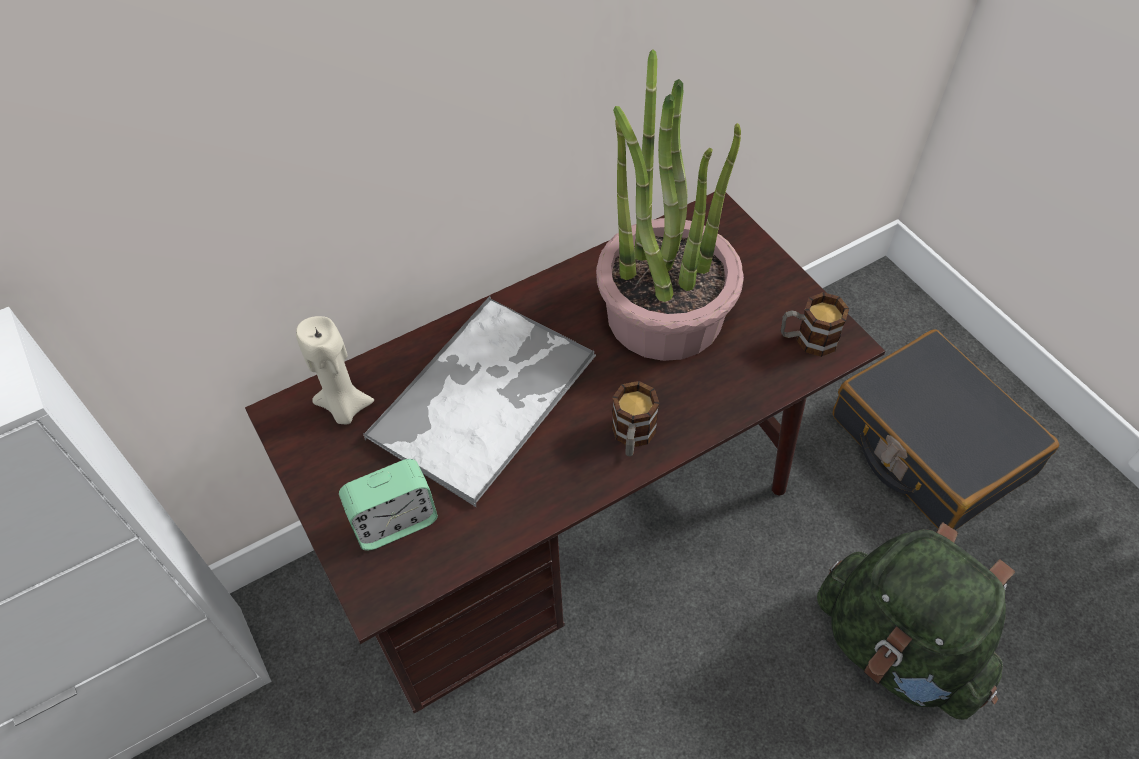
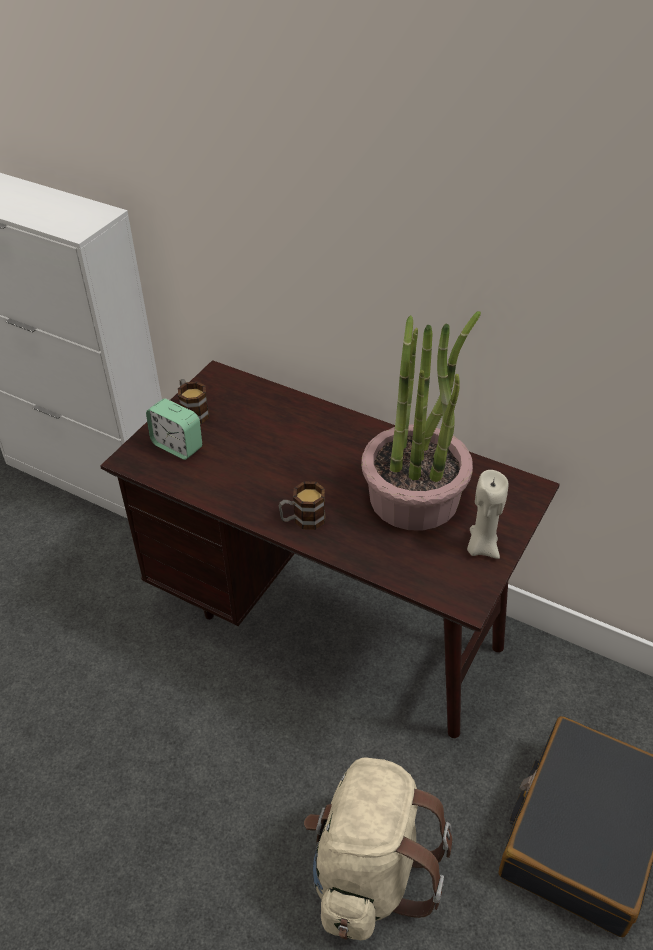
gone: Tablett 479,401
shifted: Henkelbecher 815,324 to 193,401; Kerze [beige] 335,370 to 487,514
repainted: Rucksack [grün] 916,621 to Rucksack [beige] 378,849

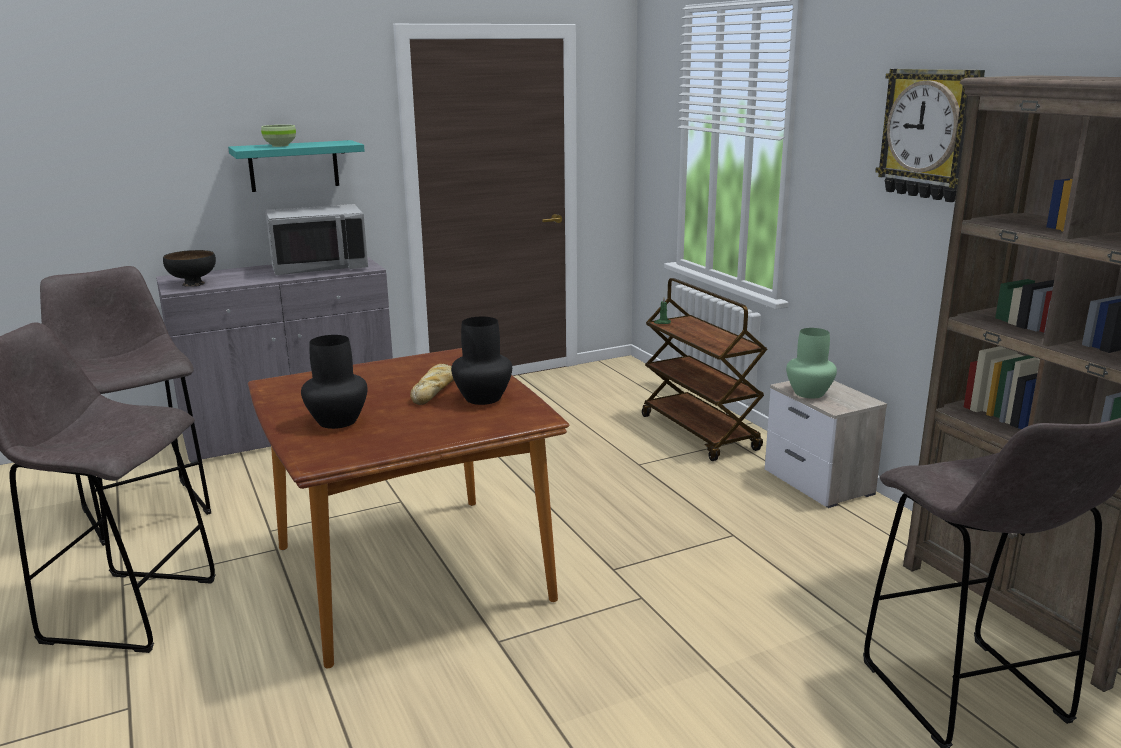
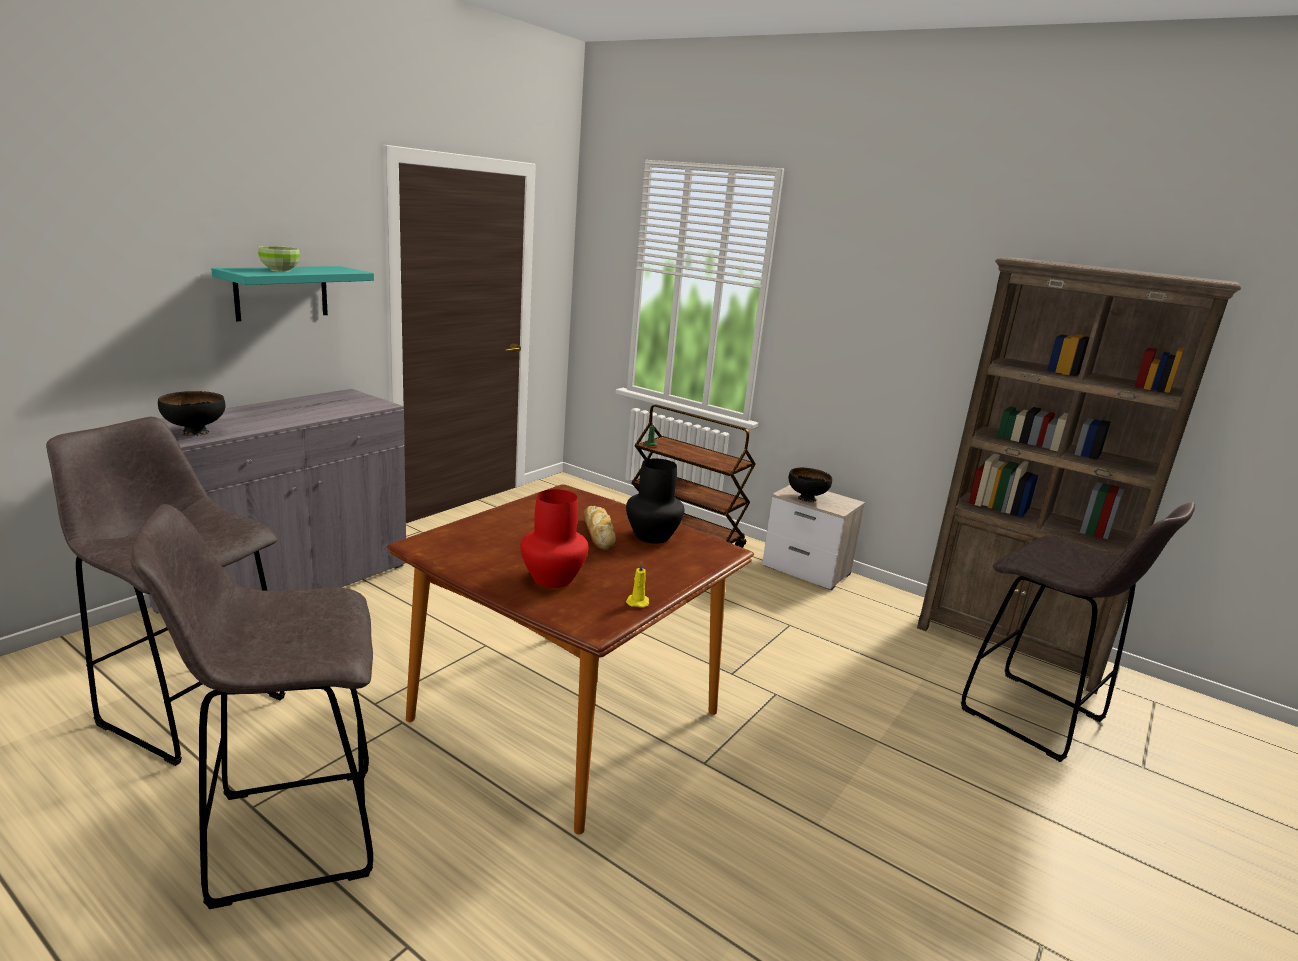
gone: Mikrowelle [grau] 316,239; Wanduhr 930,135
new: Kerze [gelb] 637,585
swapped: Vase [grün] 811,363 to Schüssel [schwarz] 810,485
repainted: Vase [schwarz] 334,382 to Vase [rot] 554,538

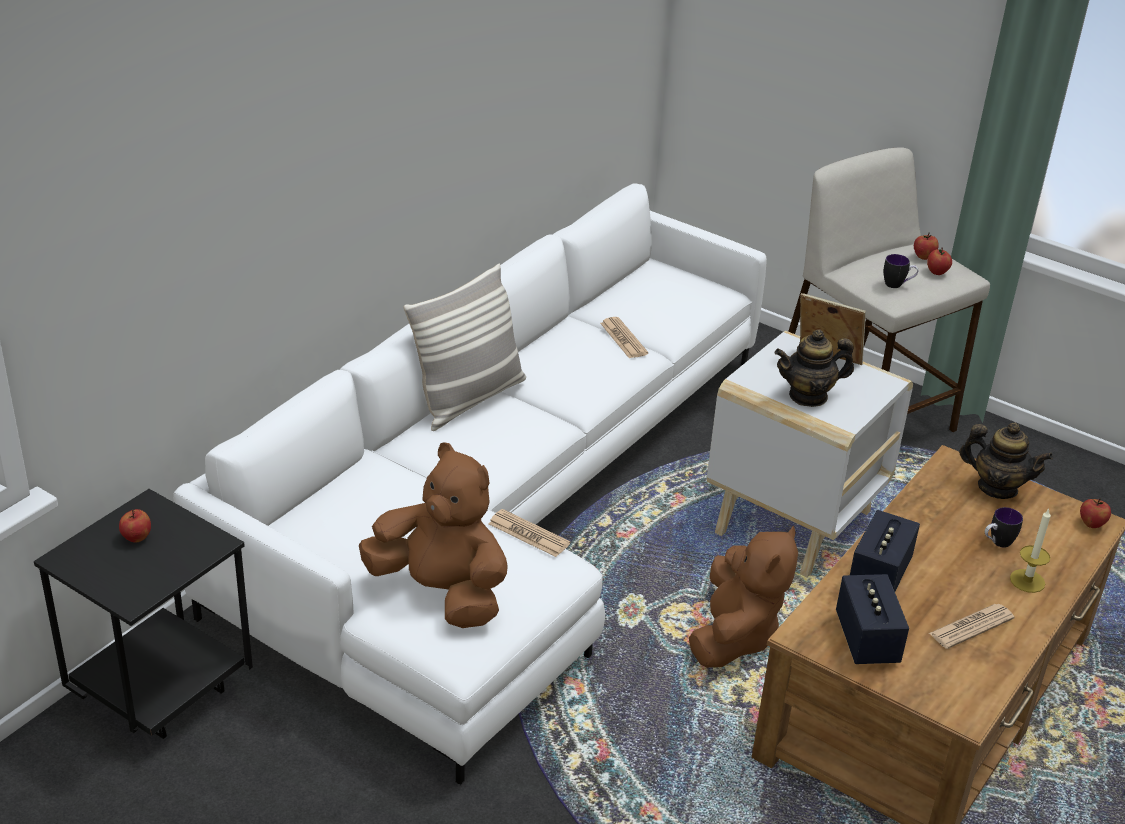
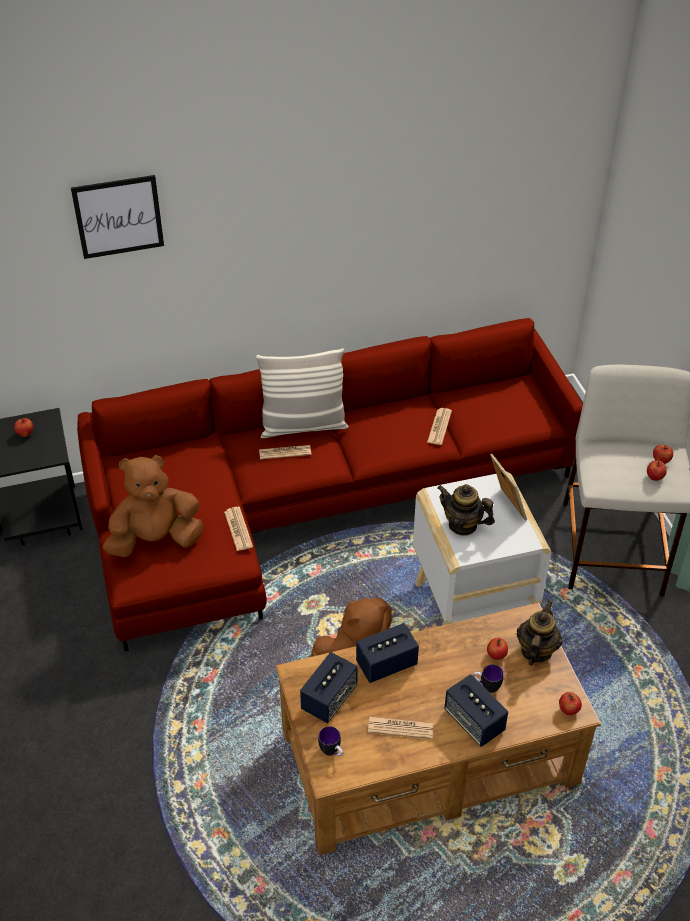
new: Bild 117,217; Zeitung 285,452; Apfel 497,649
shifted: Henkelbecher 901,271 to 330,741
swapped: Kerze 1030,551 to Lautsprecher 476,710
repainted: Sofa [weiß] 470,484 to Sofa [rot] 330,484
rotated: Plüschtier [braun] 433,535 = 153,506 90 degrees counterclockwise; Teekanne 1006,460 = 539,632 135 degrees counterclockwise

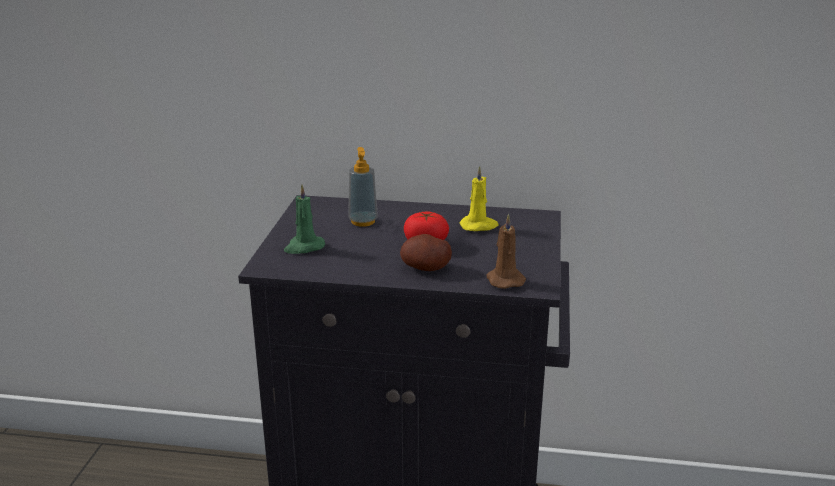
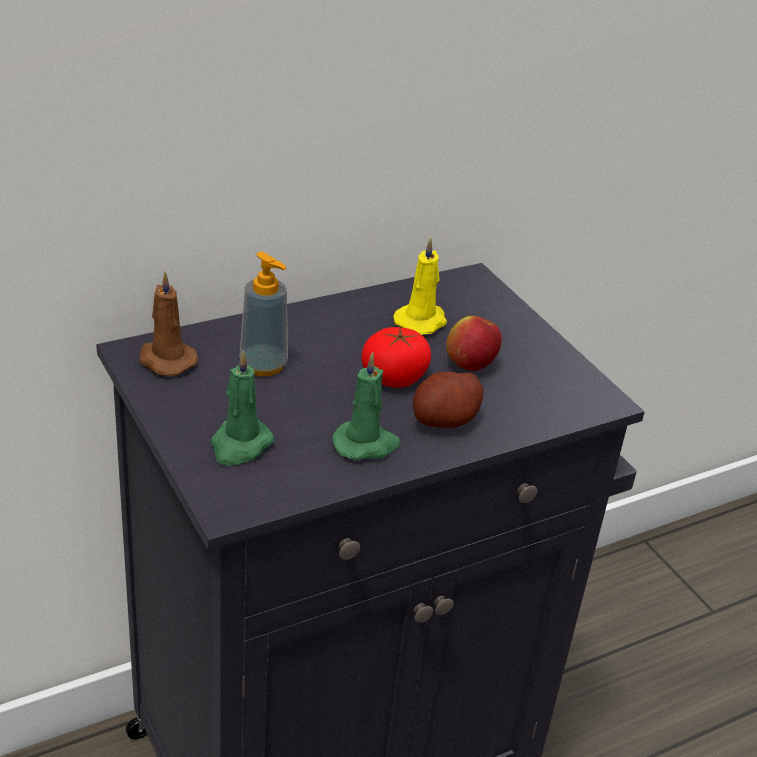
new: Kerze [grün] 366,406; Apfel 474,343
shifted: Kerze [braun] 506,251 to 168,323

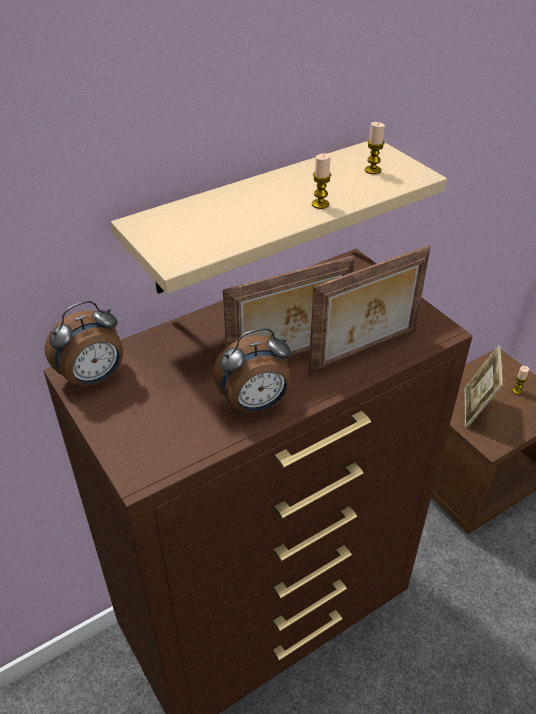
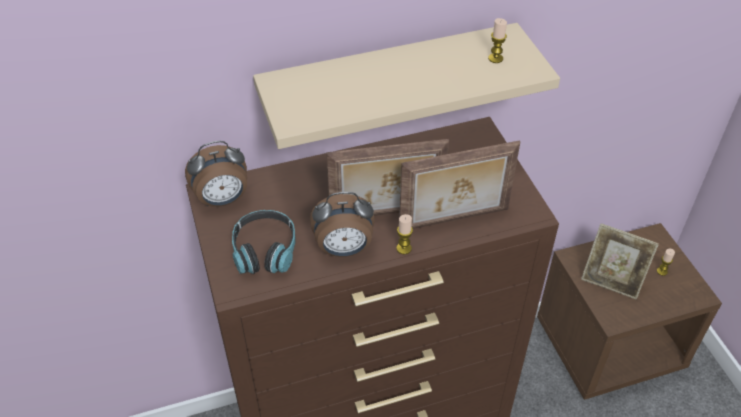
new: Kopfhörer 264,242
shifted: Kerze 321,181 to 404,234
rotated: Bilderrahmen 483,386 = 620,261 90 degrees counterclockwise

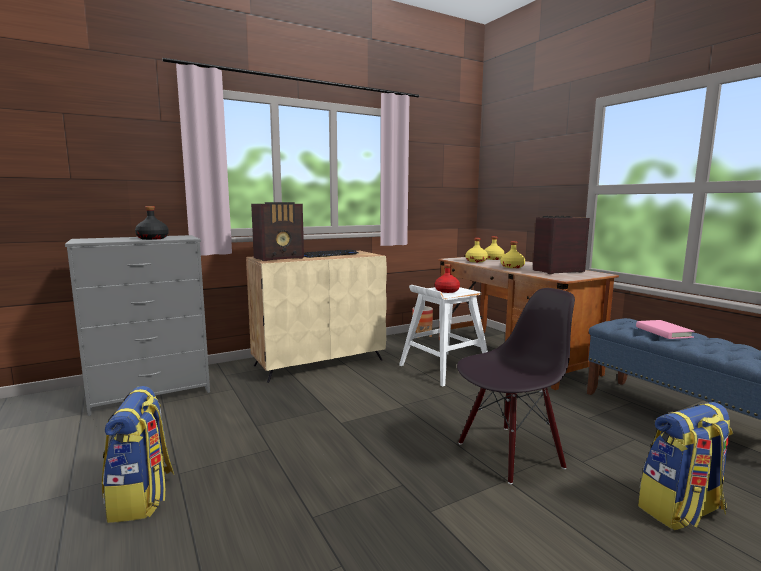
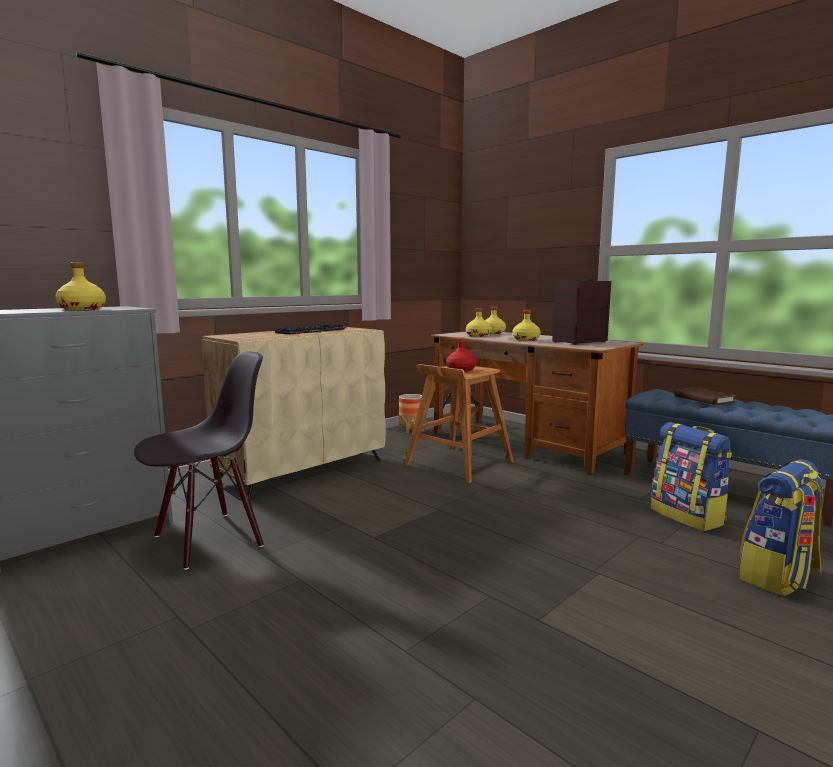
gone: Radio 277,231
shifted: Stuhl [schwarz] 516,386 to 199,460; Rucksack 138,454 to 691,476
repainted: Flasche [schwarz] 152,223 to Flasche [gelb] 80,286; Hocker [weiß] 443,335 to Hocker [braun] 459,423; Buch [rosa] 665,329 to Buch [braun] 705,396

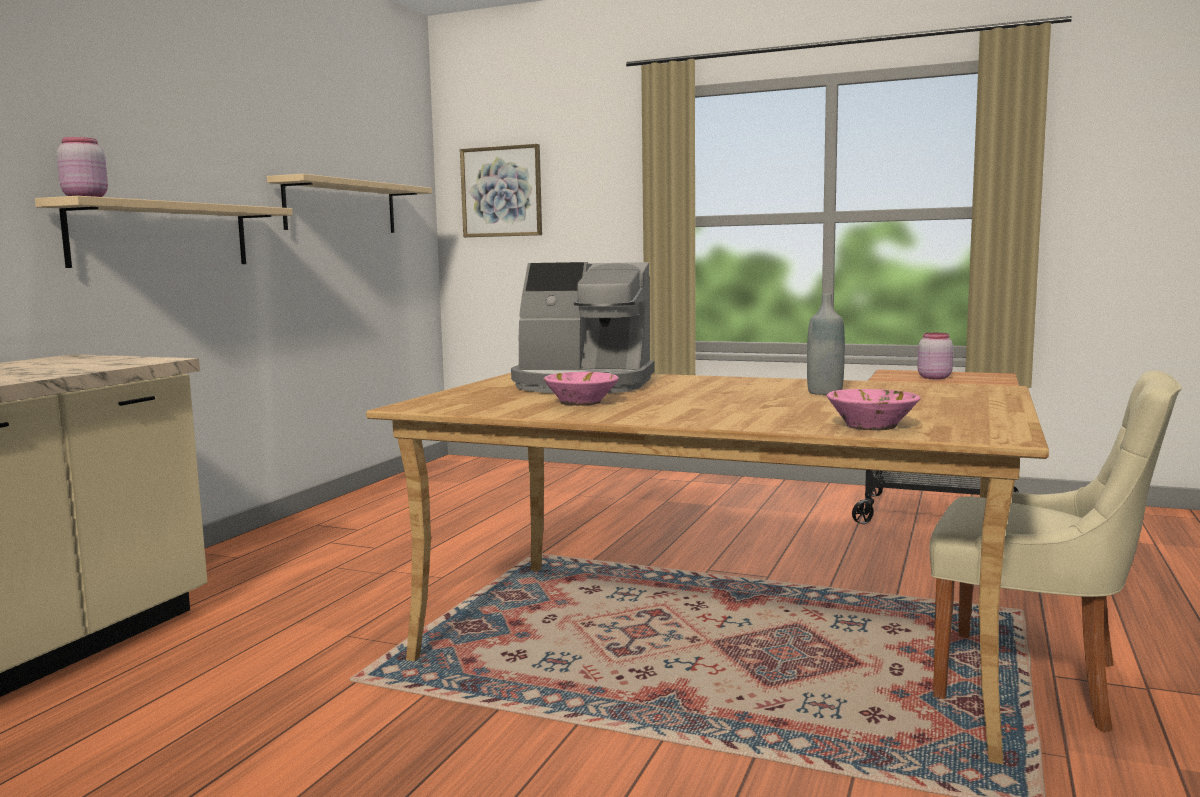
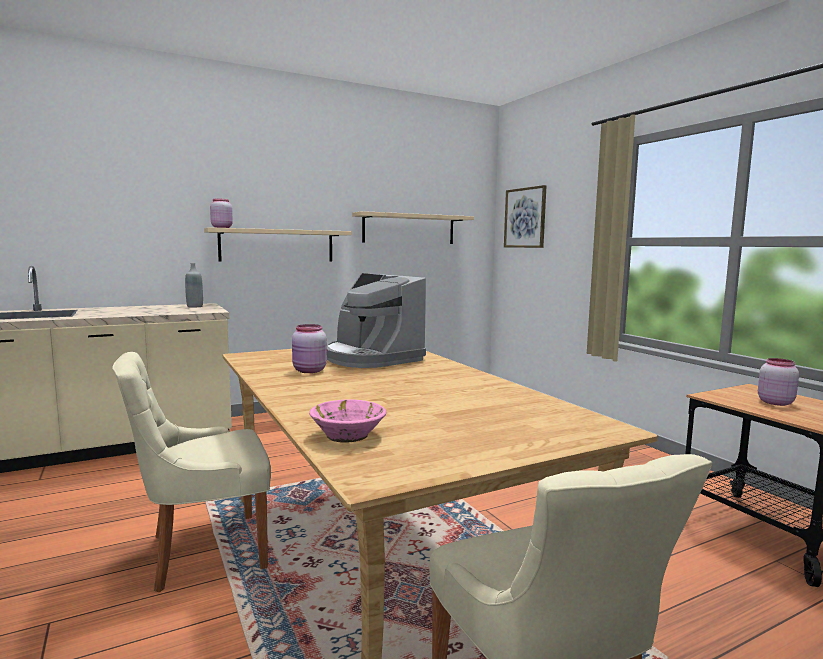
new: Stuhl [beige] 191,472
shifted: Flasche [grau] 826,344 to 194,285
swapped: Schüssel [rosa] 581,389 to Vorratsglas [rosa] 309,348

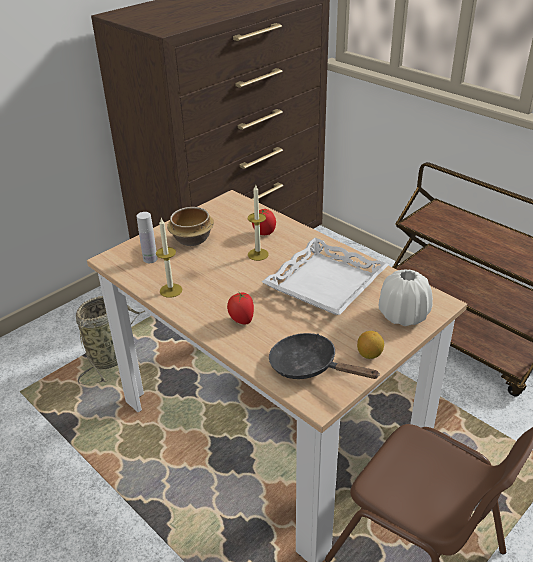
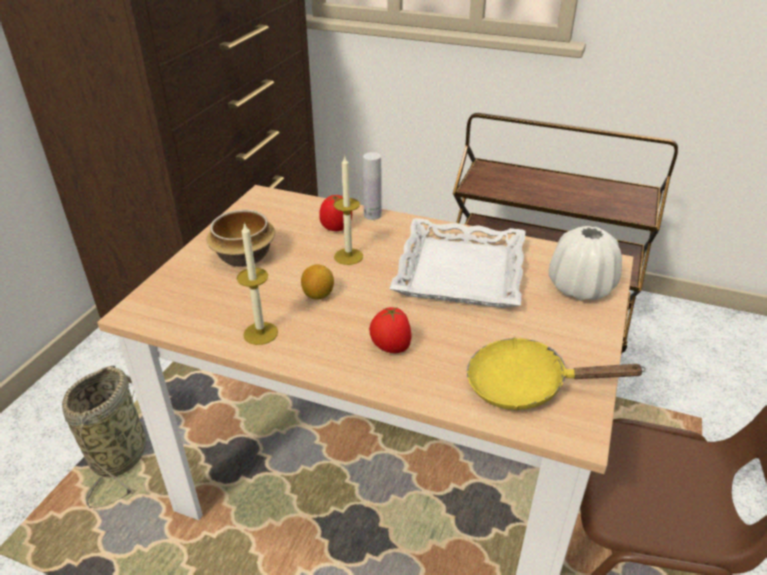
shifted: Zitrone 370,345 to 317,282; Flasche [weiß] 147,237 to 372,186
repainted: Pfanne [schwarz] 324,356 to Pfanne [gelb] 556,373

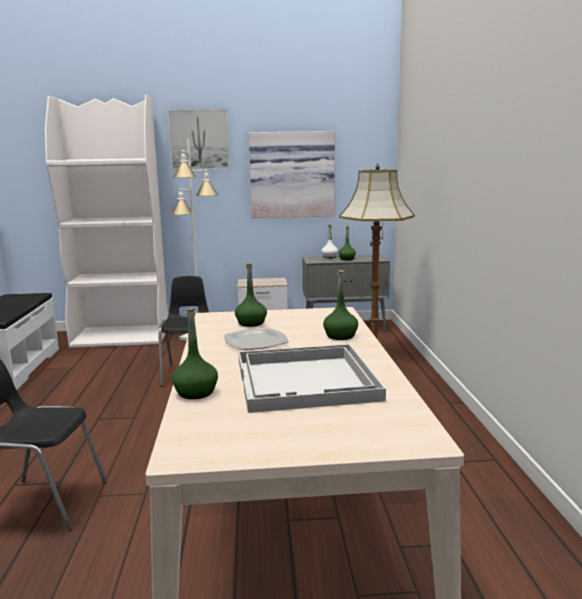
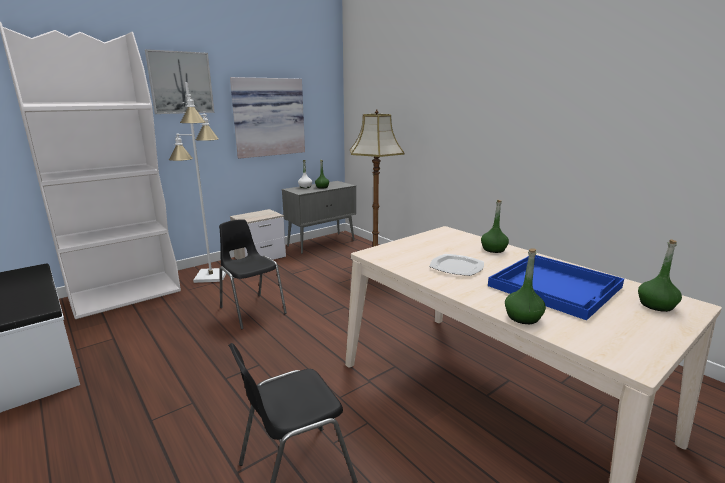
shifted: Flasche [grün] 251,294 to 660,275
repainted: Tablett [weiß] 312,378 to Tablett [blau] 556,287

